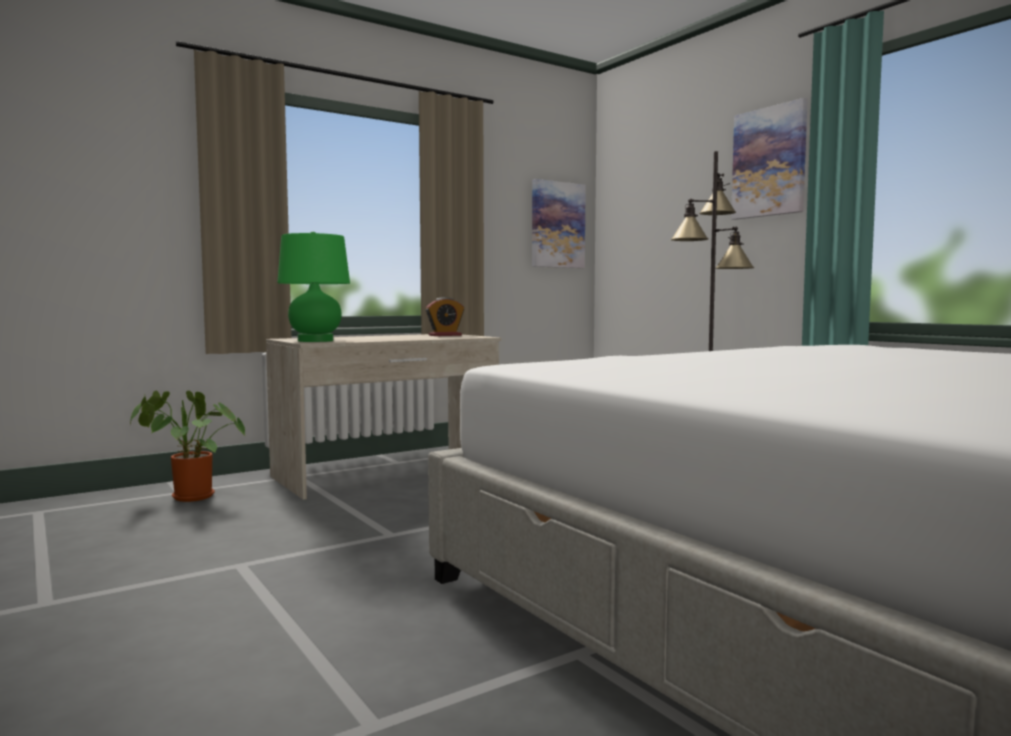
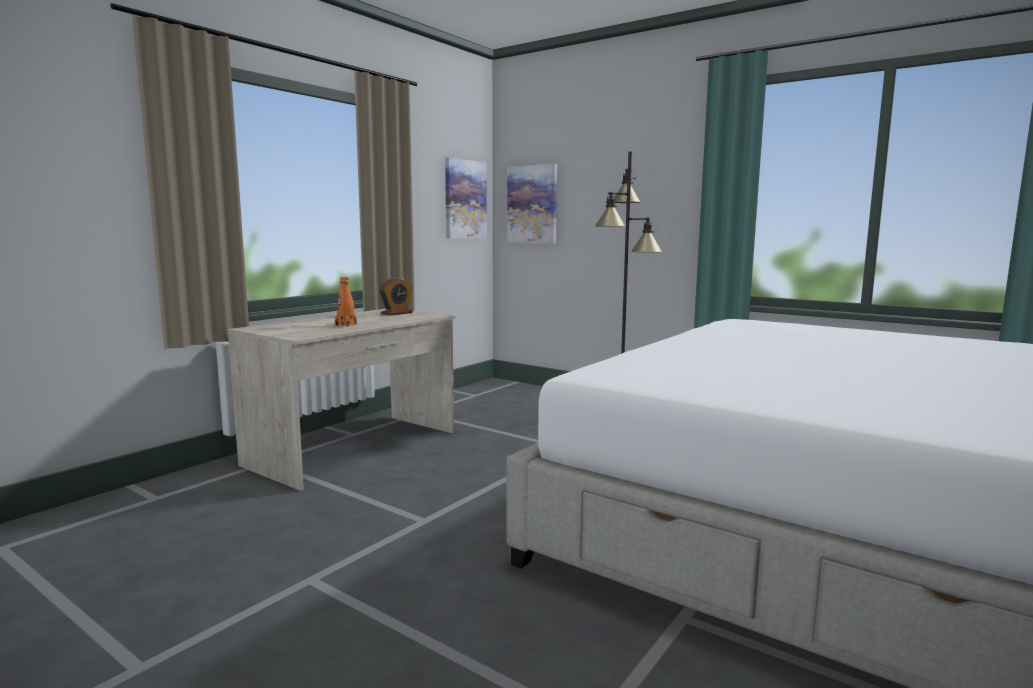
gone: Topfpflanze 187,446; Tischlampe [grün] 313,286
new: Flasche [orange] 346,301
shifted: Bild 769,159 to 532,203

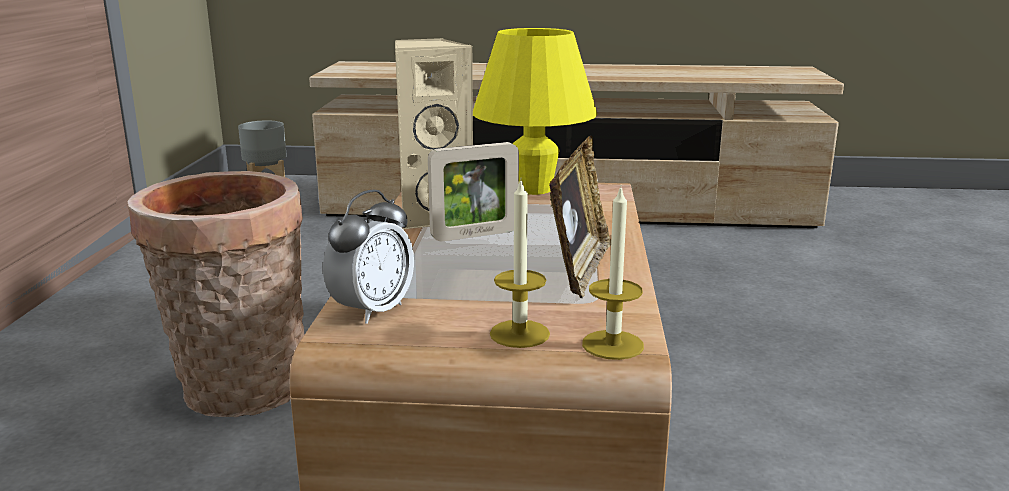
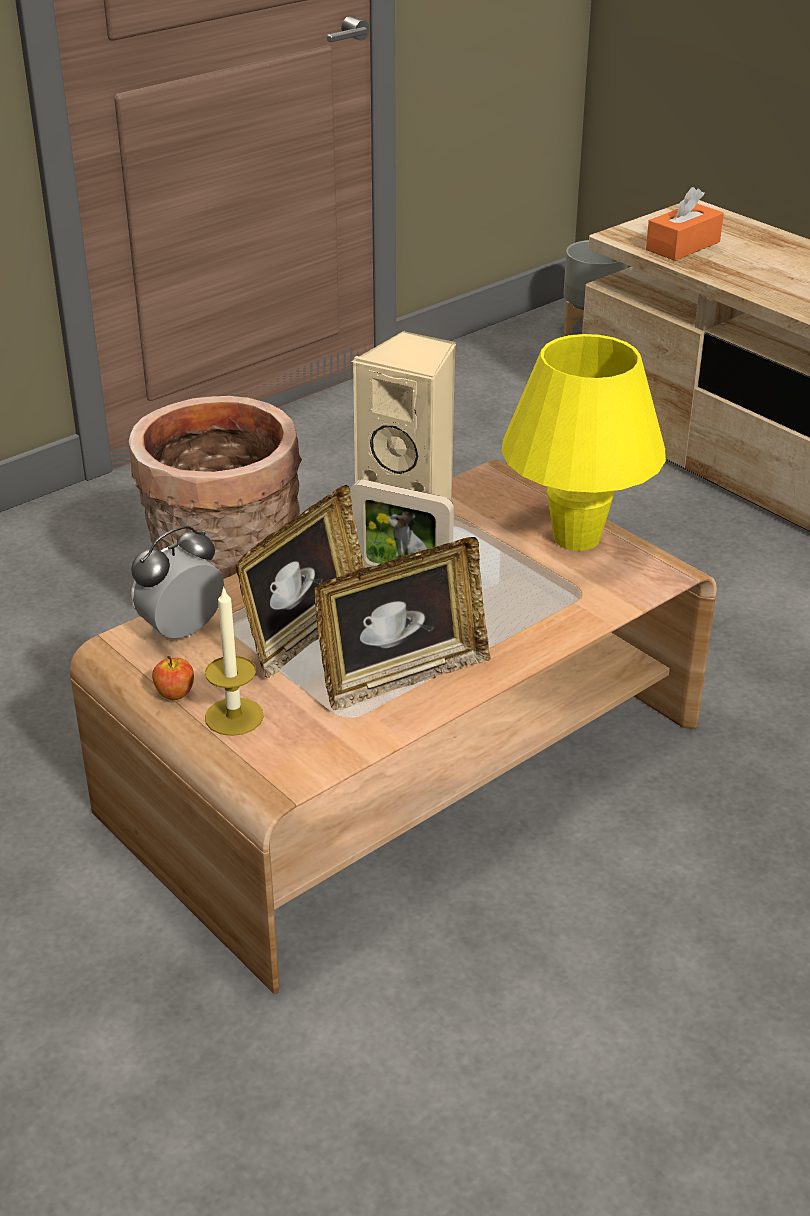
gone: Kerze 613,273
new: Apfel 173,678; Bilderrahmen 300,581; Taschentuchbox [orange] 685,224
rotated: Wecker 368,257 = 177,582 150 degrees clockwise

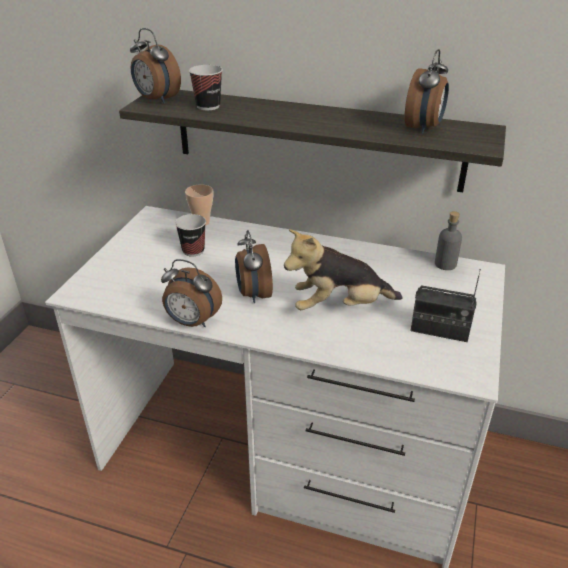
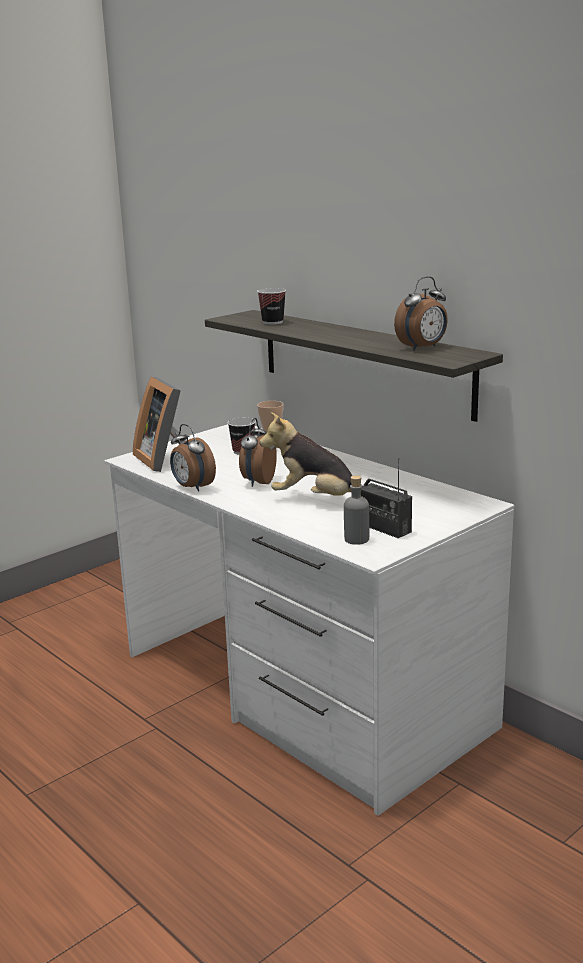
gone: Wecker 155,65
new: Bilderrahmen 159,424
shifted: Flasche [grau] 448,240 to 356,510

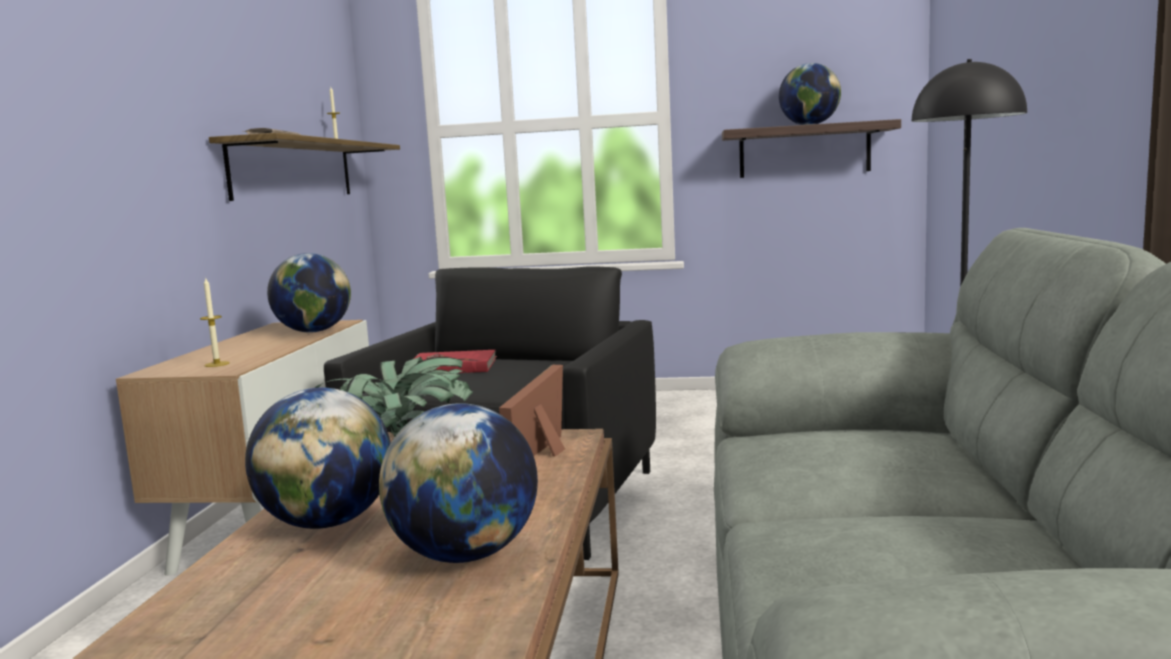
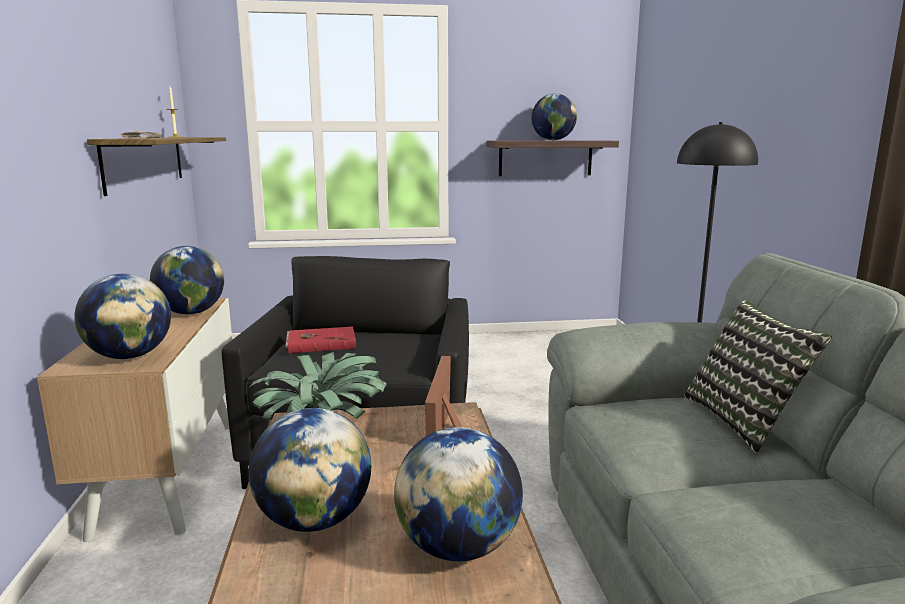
new: Kissen 758,376
swapped: Kerze 215,322 to Globus 123,316

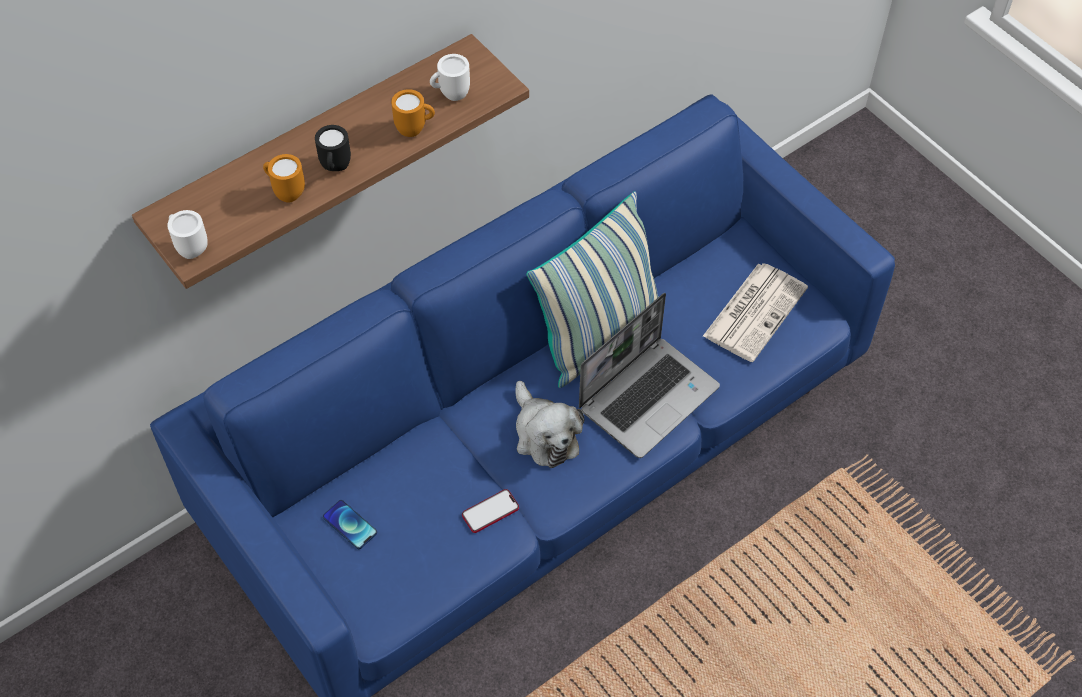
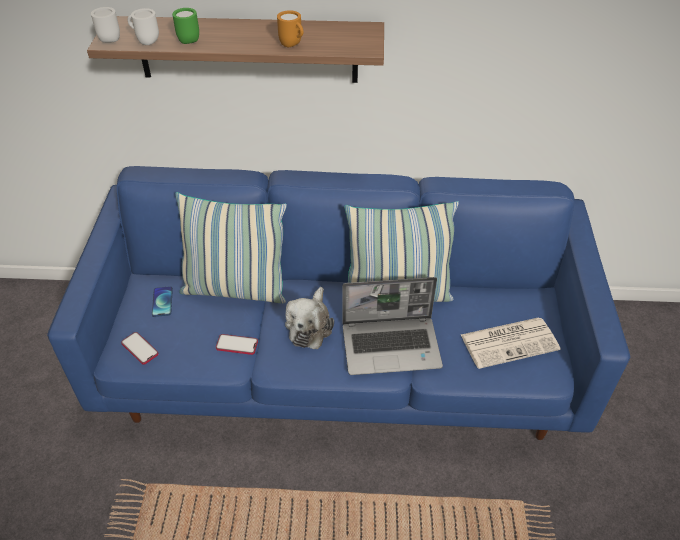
gone: Henkelbecher [schwarz] 333,148
new: Handy 140,348; Kissen 231,247
shifted: Henkelbecher [weiß] 450,77 to 143,26
repainted: Henkelbecher [orange] 284,178 to Henkelbecher [grün] 185,26

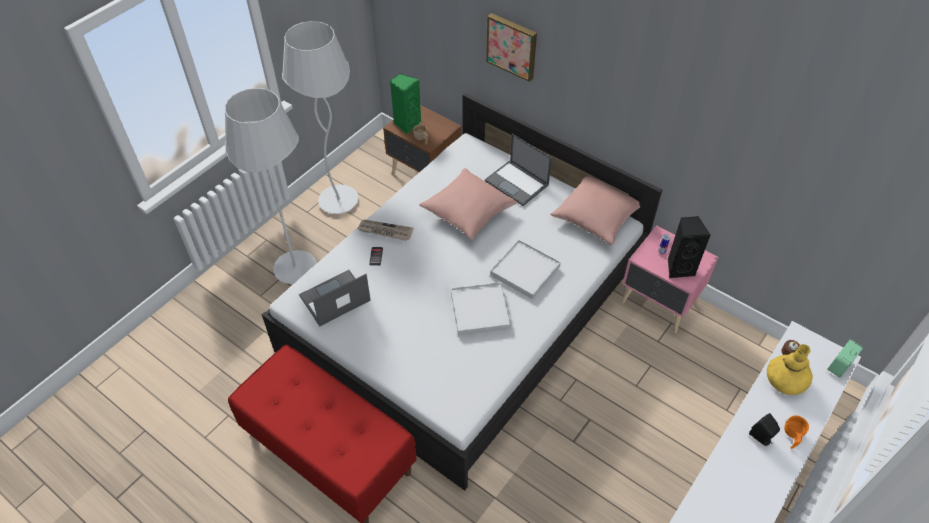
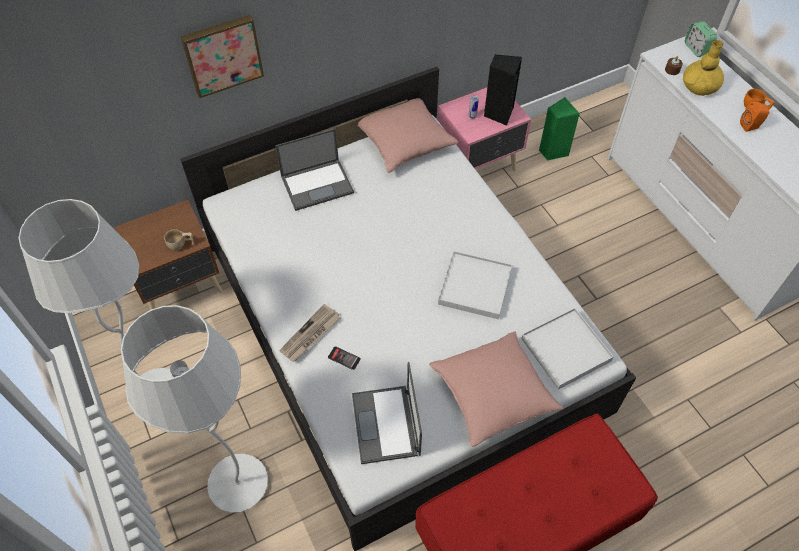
shifted: Kissen [rosa] 468,204 to 496,389; Tablett [weiß] 525,269 to 567,349; Lautsprecher [grün] 405,103 to 559,129
repainted: Lautsprecher [schwarz] 764,429 to Lautsprecher [orange] 755,116

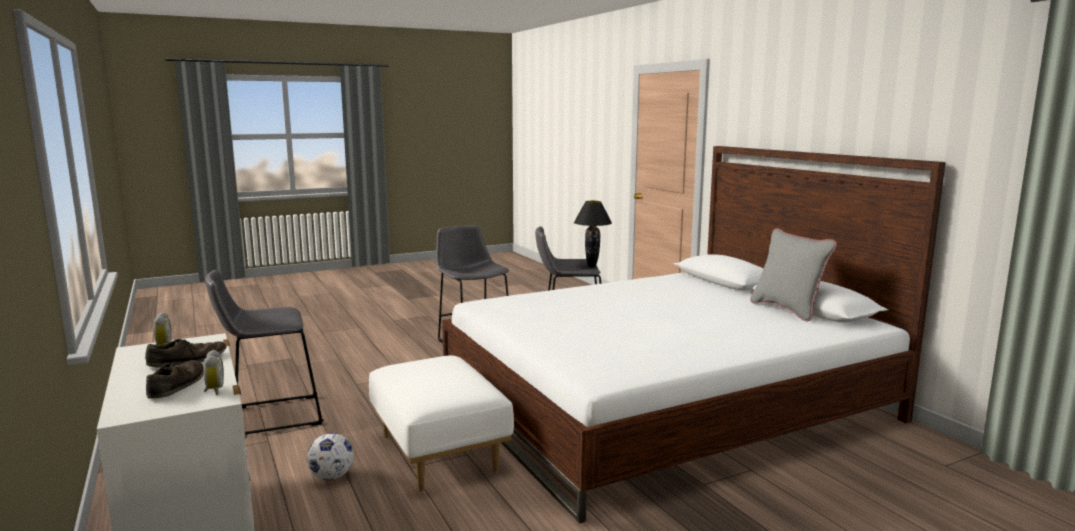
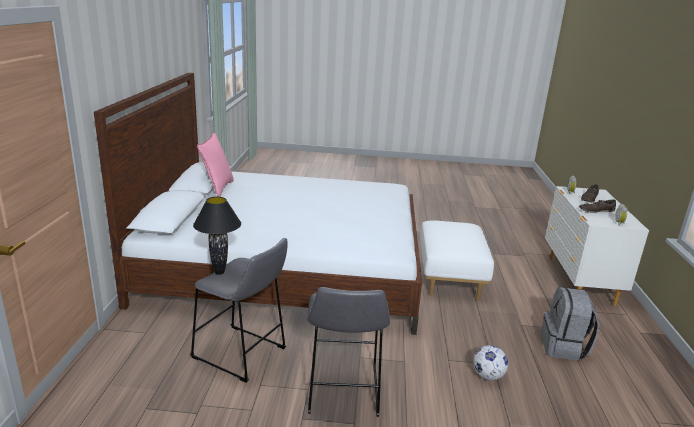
shifted: Fußball 330,456 to 490,362
swapped: Hocker [grau] 264,352 to Rucksack [grau] 570,324
repainted: Kissen [grau] 793,274 to Kissen [rosa] 215,164

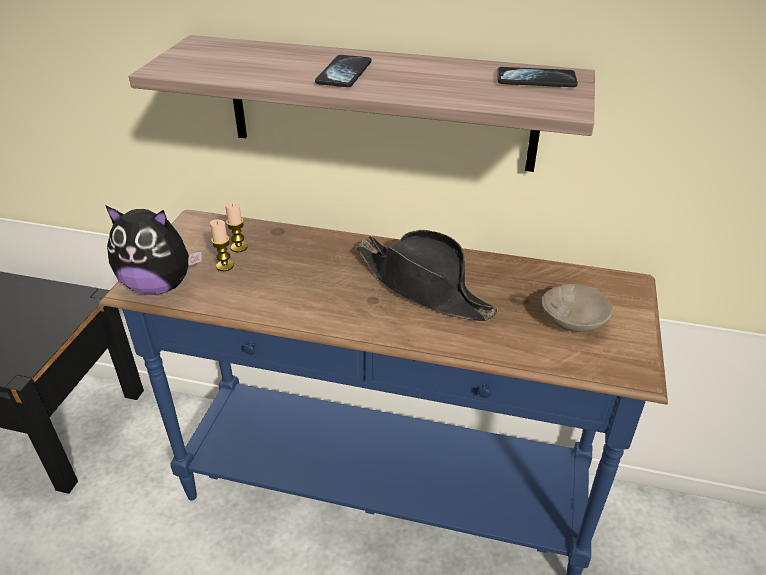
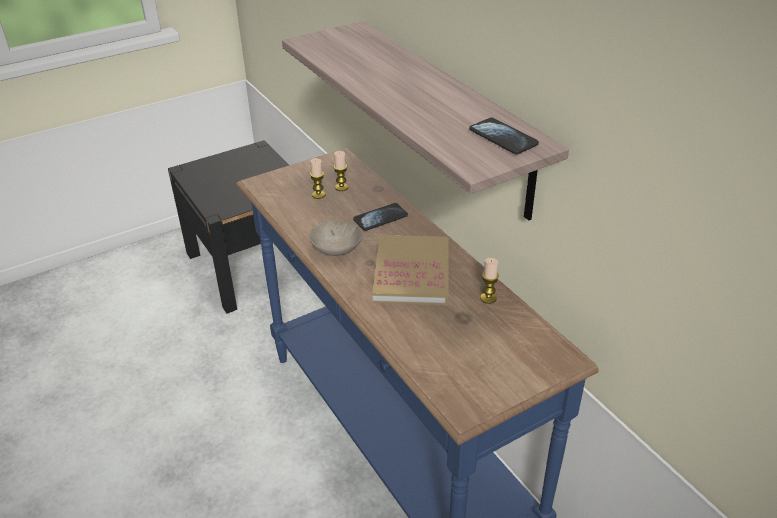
gone: Plüschtier 153,250
new: Kerze 489,281
shifted: Schüssel [beige] 577,308 to 335,238; Handy 343,71 to 380,217
swapped: Hut [schwarz] 427,275 to Buch 410,270

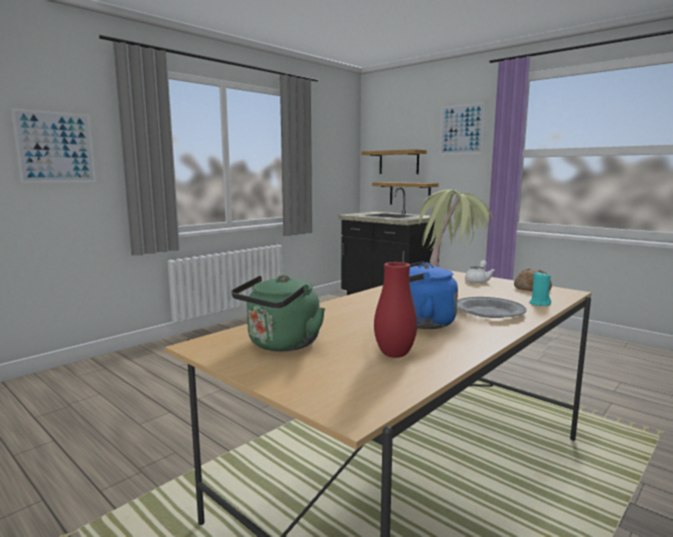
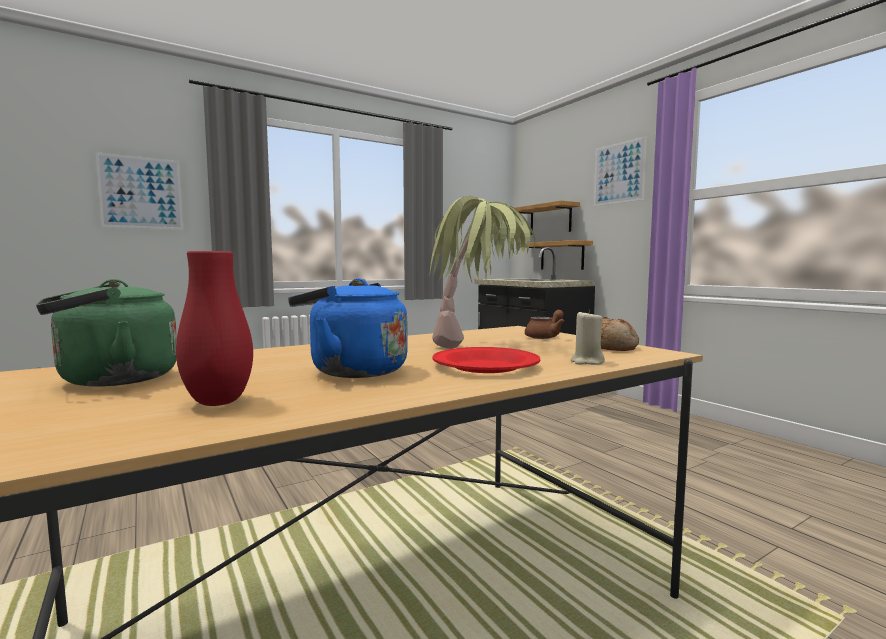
repainted: Teller [grau] 492,307 to Teller [rot] 486,360; Teekanne [weiß] 480,271 to Teekanne [braun] 545,324; Kerze [türkis] 540,288 to Kerze [beige] 588,337

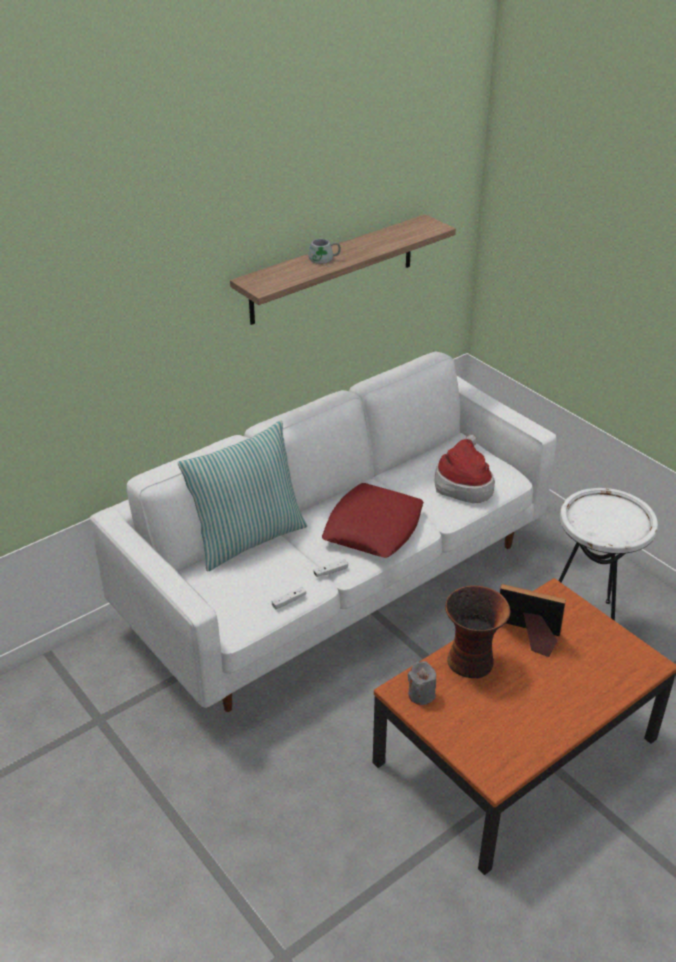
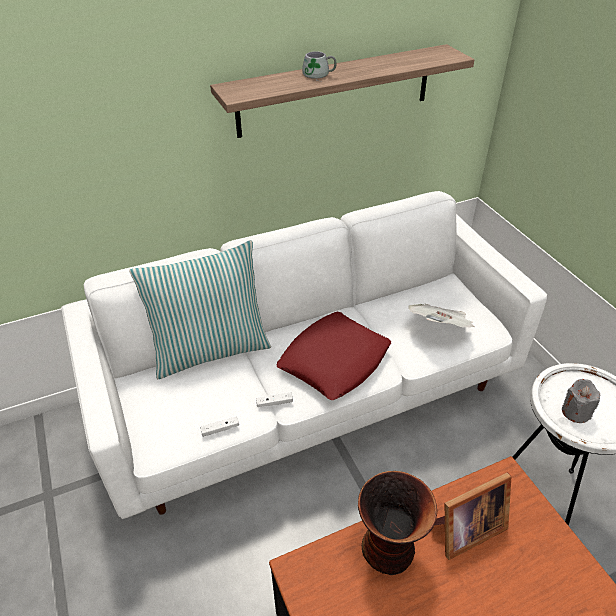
shifted: Kerze [grau] 422,683 to 581,401
swapped: Hut 464,469 to Zeitung 441,316
rotated: Bilderrahmen 533,620 = 472,516 120 degrees clockwise

